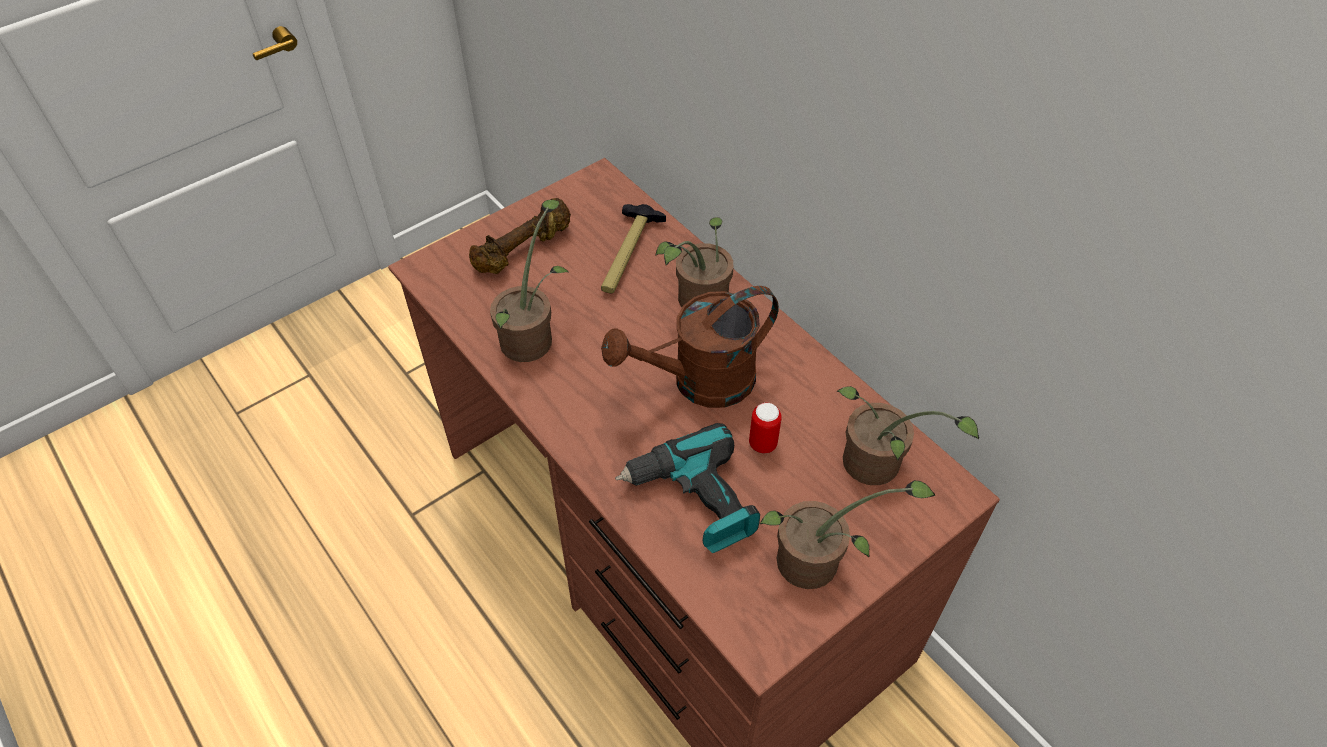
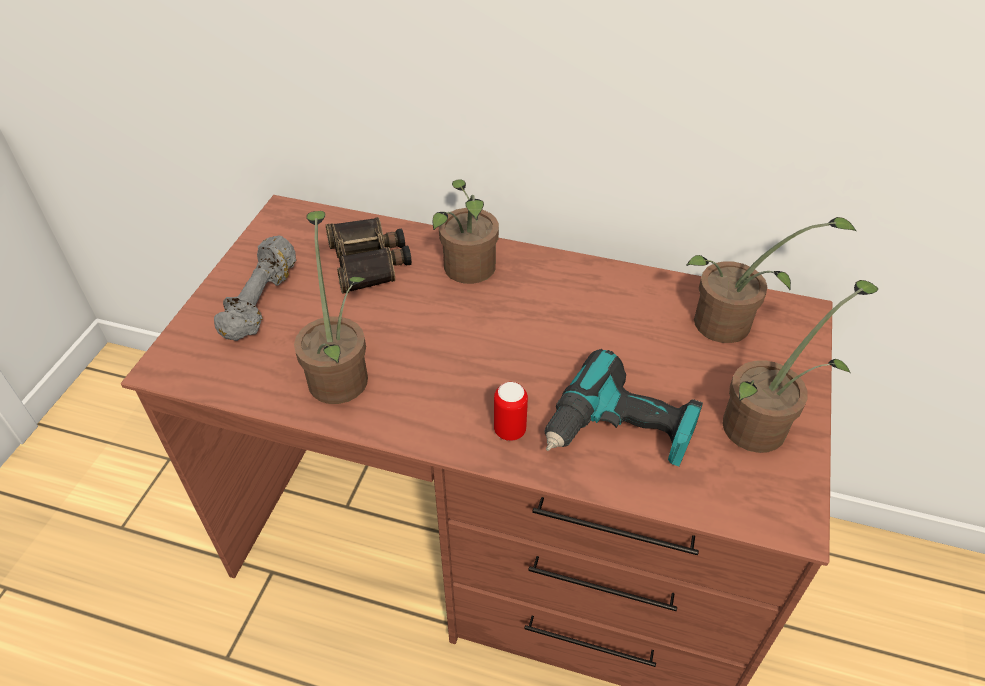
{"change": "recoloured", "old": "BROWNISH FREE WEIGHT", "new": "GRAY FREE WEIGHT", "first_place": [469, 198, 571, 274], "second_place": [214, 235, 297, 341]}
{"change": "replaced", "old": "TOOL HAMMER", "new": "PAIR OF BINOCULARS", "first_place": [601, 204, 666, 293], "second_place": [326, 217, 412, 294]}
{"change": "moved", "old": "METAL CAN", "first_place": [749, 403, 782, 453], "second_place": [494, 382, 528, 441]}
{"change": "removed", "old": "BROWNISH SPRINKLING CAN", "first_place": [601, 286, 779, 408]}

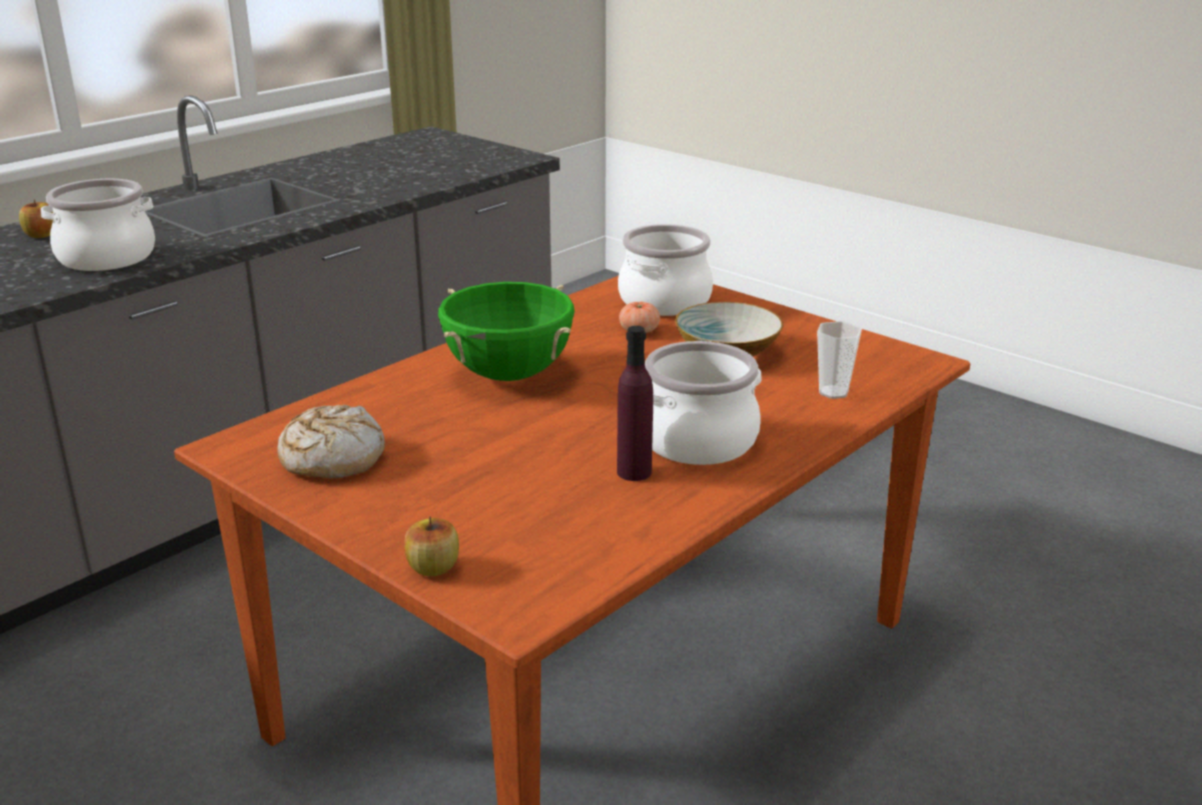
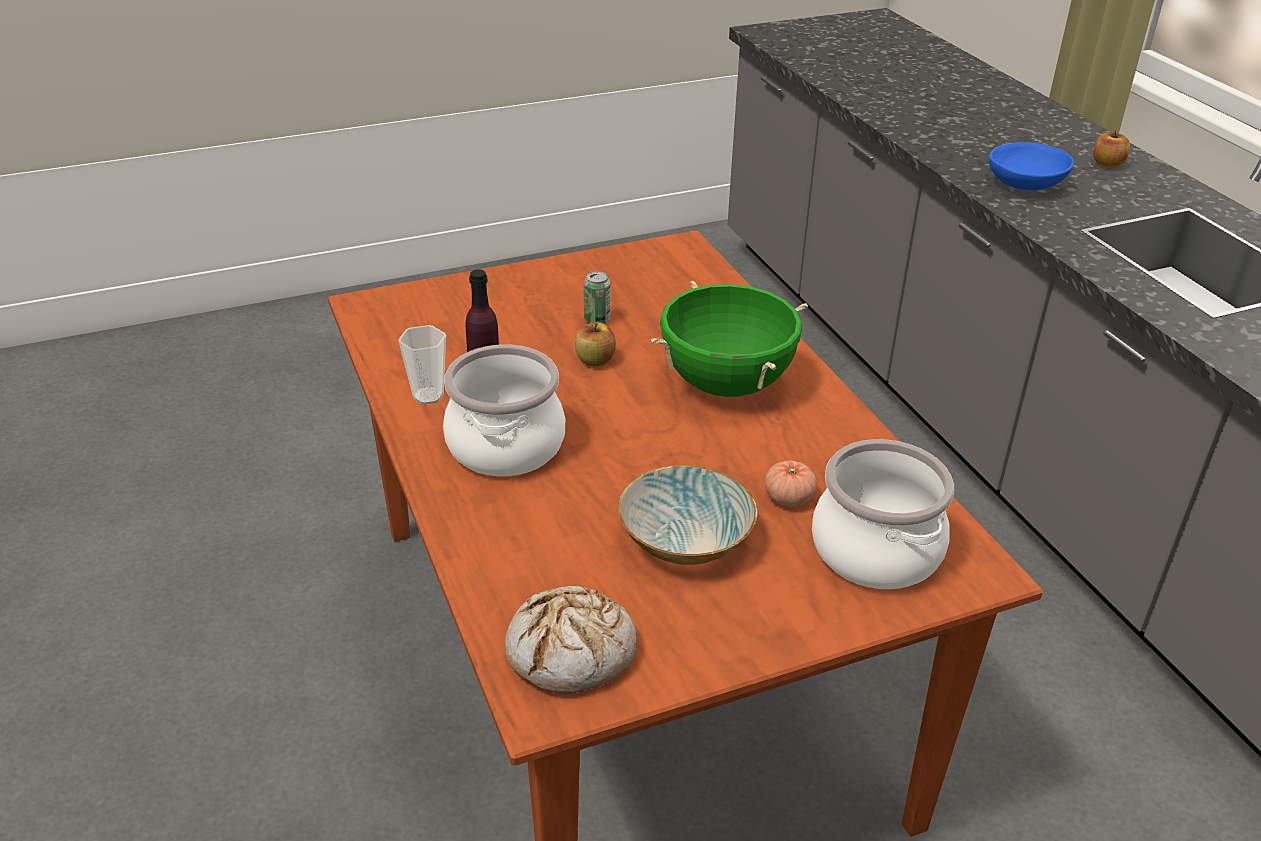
{"change": "moved", "old": "SMALL CUP", "first_place": [817, 321, 862, 399], "second_place": [398, 325, 446, 405]}
{"change": "moved", "old": "BREAD", "first_place": [277, 405, 385, 478], "second_place": [505, 586, 636, 693]}
{"change": "moved", "old": "WHOLE APPLE", "first_place": [404, 516, 459, 577], "second_place": [575, 322, 616, 366]}
{"change": "added", "new": "METAL CAN", "second_place": [584, 271, 611, 324]}
{"change": "replaced", "old": "SAUCEPOT", "new": "BLUE SERVING BOWL", "first_place": [41, 179, 155, 271], "second_place": [989, 142, 1074, 190]}

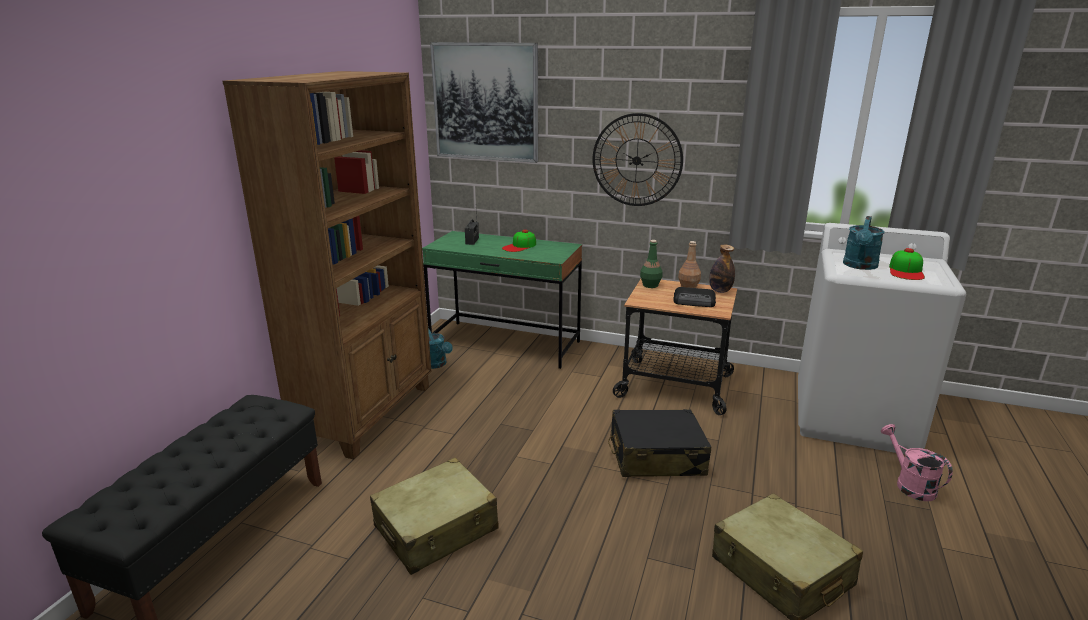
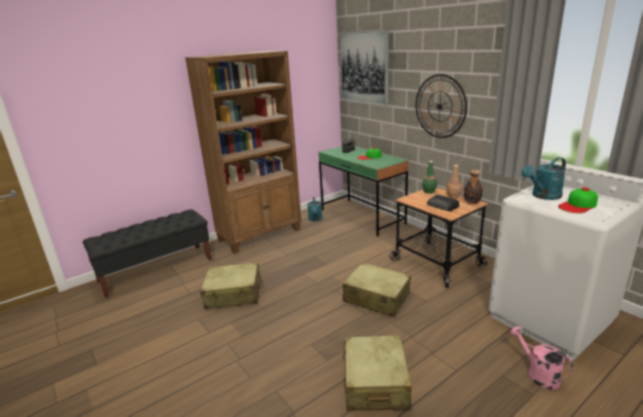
{"change": "recoloured", "old": "BLACKISH PIECE OF LUGGAGE", "new": "SAND-COLOURED PIECE OF LUGGAGE", "first_place": [608, 409, 711, 477], "second_place": [343, 262, 411, 317]}
{"change": "turned", "old": "PINK-COLOURED SPRINKLING CAN", "first_place": [881, 424, 953, 501], "second_place": [510, 326, 574, 390], "degrees": -45}

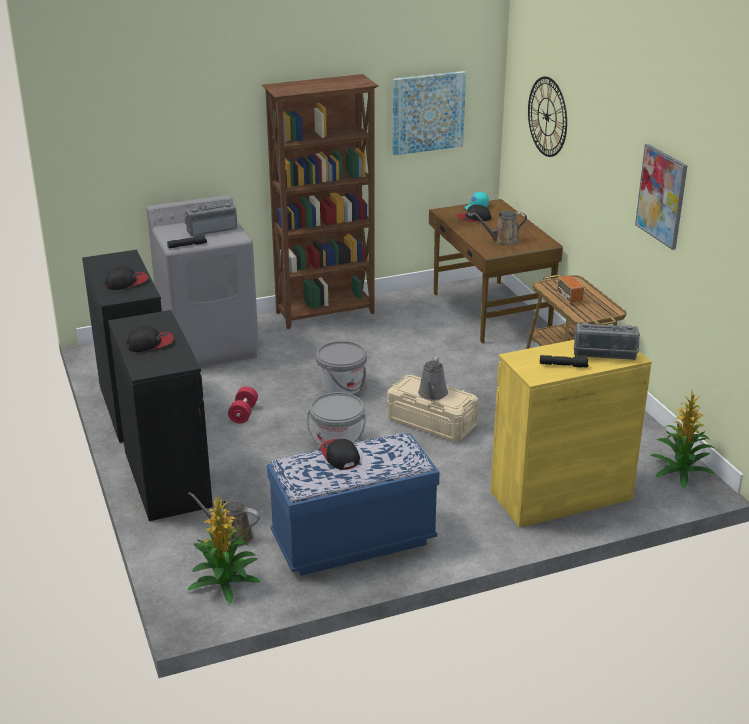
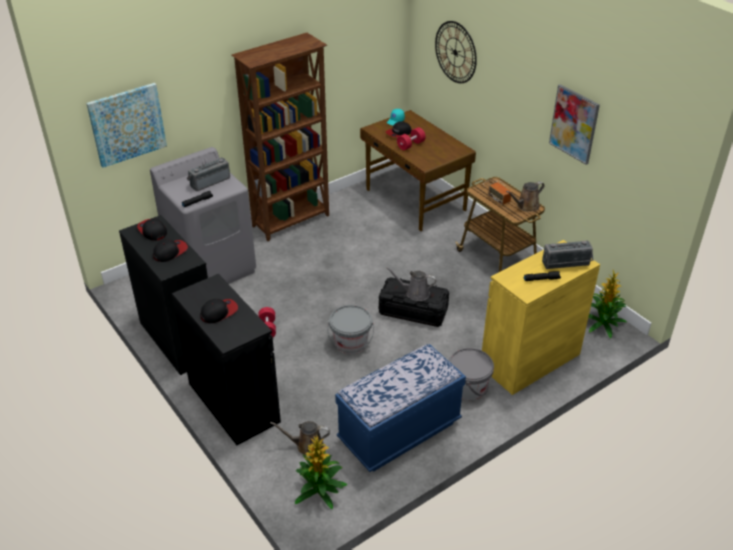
{"change": "moved", "old": "WALL ART", "first_place": [392, 71, 466, 155], "second_place": [86, 83, 167, 168]}
{"change": "moved", "old": "BASEBALL CAP", "first_place": [320, 439, 360, 470], "second_place": [137, 219, 167, 241]}
{"change": "recoloured", "old": "SAND-COLOURED STORAGE BIN", "new": "BLACKISH STORAGE BIN", "first_place": [387, 375, 479, 442], "second_place": [379, 277, 449, 327]}
{"change": "turned", "old": "GRAY SPRINKLING CAN", "first_place": [418, 357, 448, 400], "second_place": [386, 267, 437, 301], "degrees": 105}
{"change": "added", "new": "RED FREE WEIGHT", "second_place": [397, 127, 426, 150]}
{"change": "moved", "old": "GRAY WATER BUCKET", "first_place": [316, 341, 367, 395], "second_place": [449, 348, 494, 400]}
{"change": "moved", "old": "BROWNISH SPRINKLING CAN", "first_place": [472, 211, 527, 245], "second_place": [506, 181, 545, 212]}

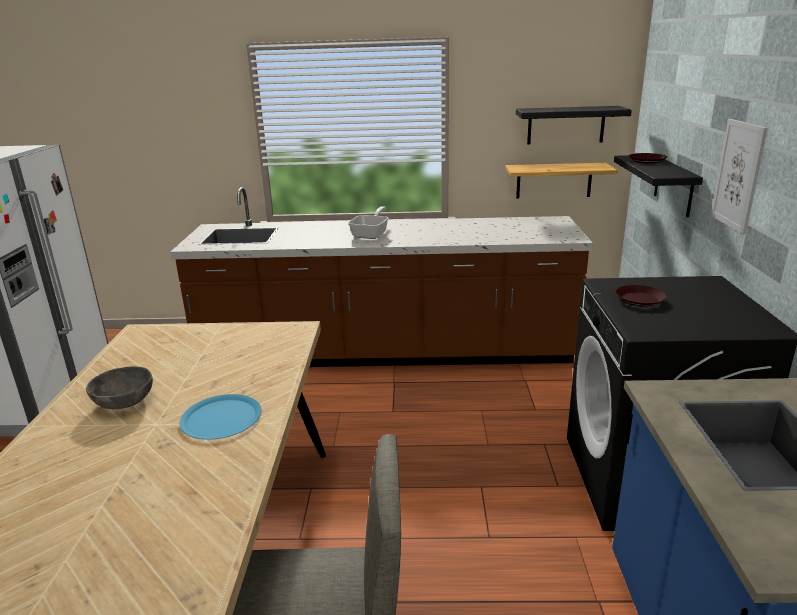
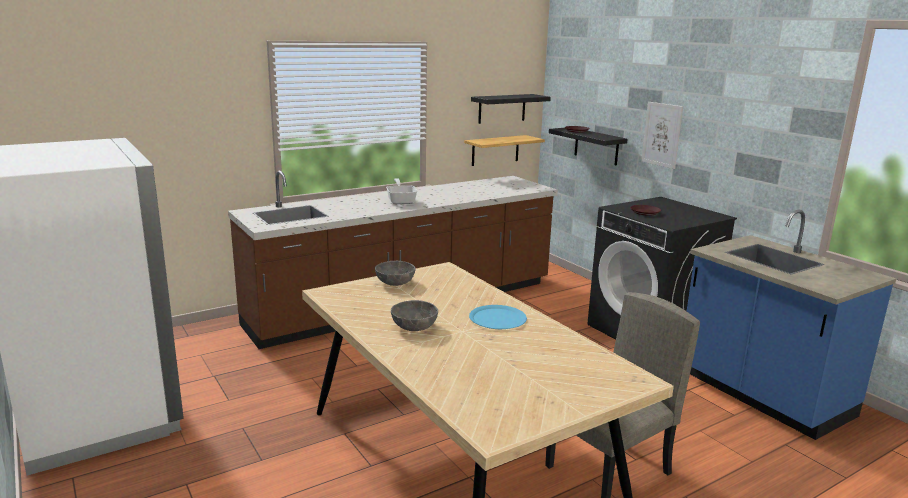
{"change": "added", "new": "GRAY SERVING BOWL", "second_place": [375, 261, 416, 286]}

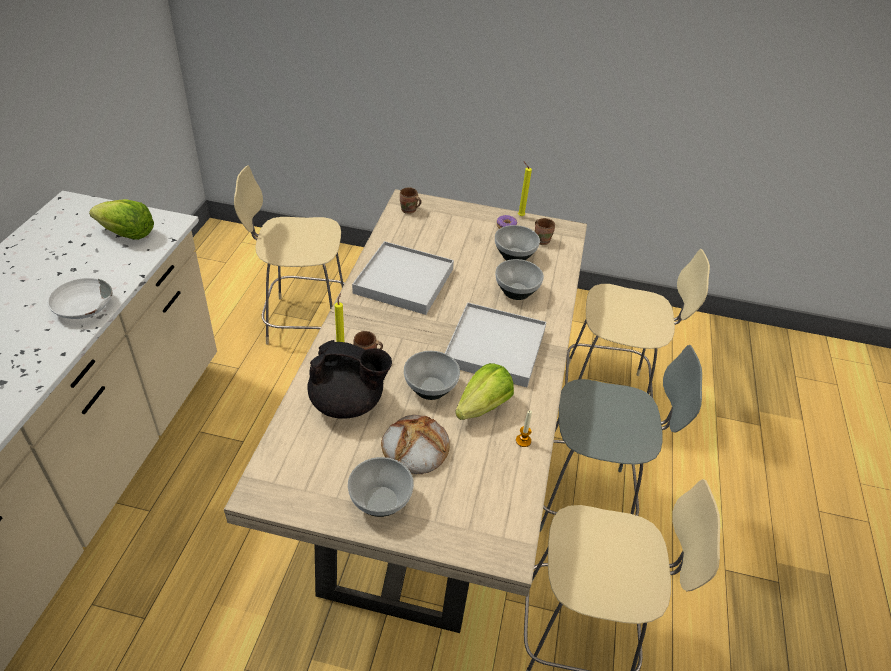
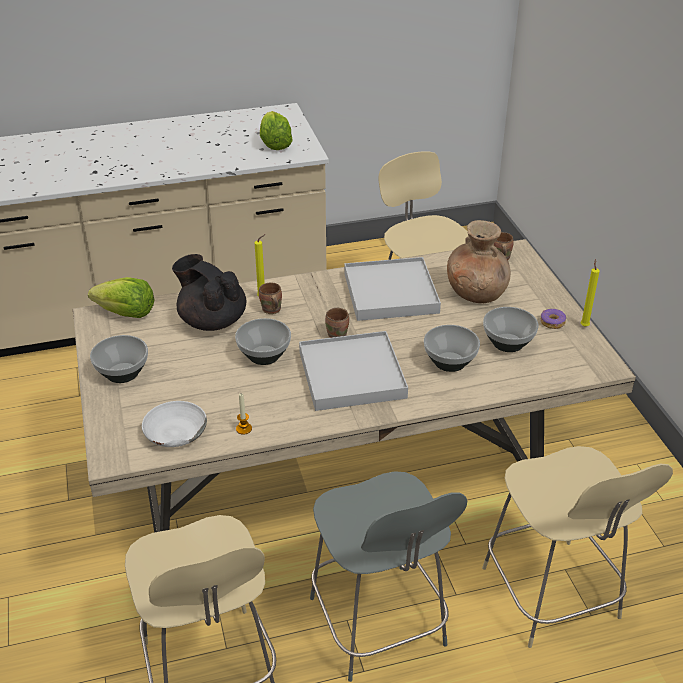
{"change": "moved", "old": "HEAD OF LETTUCE", "first_place": [455, 363, 514, 420], "second_place": [88, 277, 155, 318]}
{"change": "moved", "old": "WHITISH SERVING BOWL", "first_place": [48, 278, 112, 319], "second_place": [142, 401, 207, 447]}
{"change": "turned", "old": "BLACKISH POT FOR TEA", "first_place": [307, 340, 392, 419], "second_place": [172, 254, 246, 331], "degrees": 150}
{"change": "moved", "old": "BROWNISH COFFEE MUG", "first_place": [535, 218, 555, 245], "second_place": [325, 308, 349, 338]}
{"change": "added", "new": "BROWNISH VASE", "second_place": [447, 220, 511, 303]}
{"change": "removed", "old": "BREAD", "first_place": [381, 415, 450, 474]}

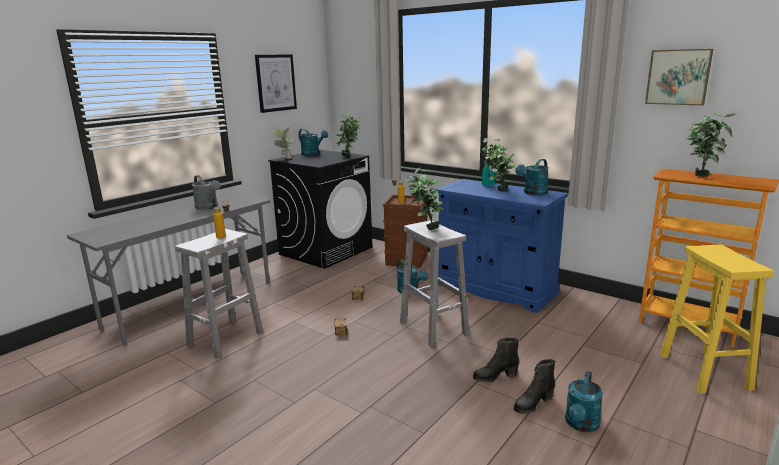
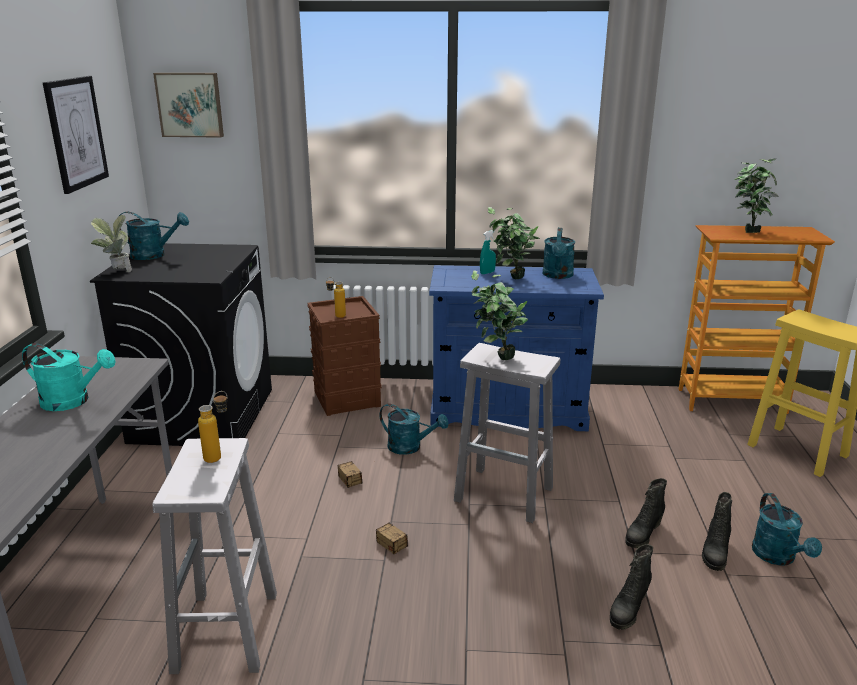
{"change": "recoloured", "old": "GRAY SPRINKLING CAN", "new": "BLUE-GREEN SPRINKLING CAN", "first_place": [192, 175, 221, 210], "second_place": [22, 343, 116, 411]}
{"change": "moved", "old": "WALL ART", "first_place": [645, 49, 713, 106], "second_place": [153, 73, 224, 138]}
{"change": "added", "new": "BLACKISH HIGH-TOP BOOT", "second_place": [610, 544, 653, 630]}
{"change": "removed", "old": "HOUSEPLANT", "first_place": [336, 114, 360, 156]}

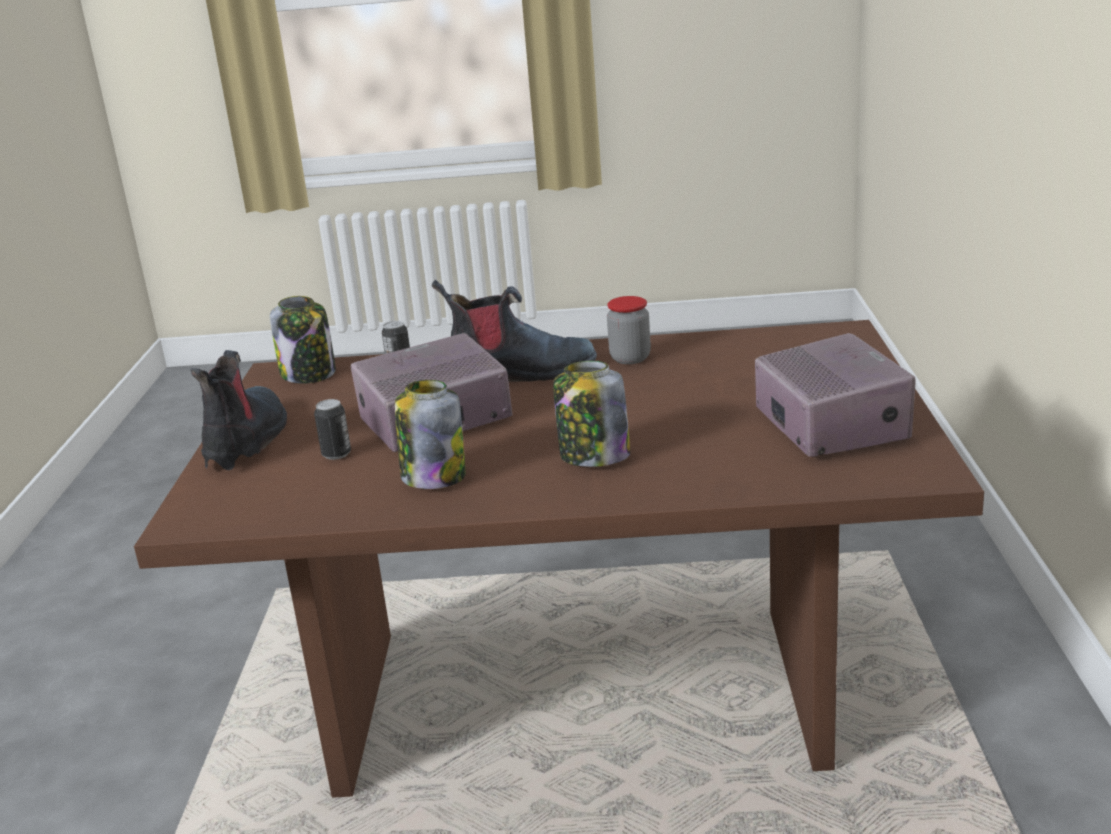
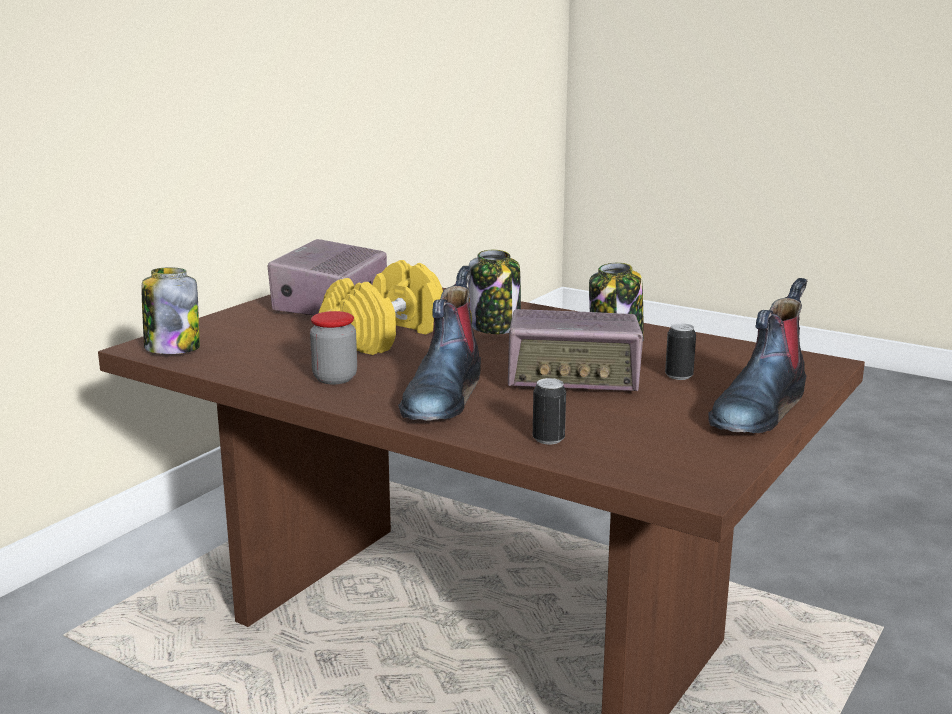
{"change": "moved", "old": "JAR", "first_place": [270, 296, 336, 384], "second_place": [142, 267, 200, 354]}
{"change": "added", "new": "YELLOW FREE WEIGHT", "second_place": [319, 260, 443, 355]}
{"change": "turned", "old": "HIGH-TOP BOOT", "first_place": [432, 280, 597, 381], "second_place": [398, 266, 481, 421], "degrees": -105}

